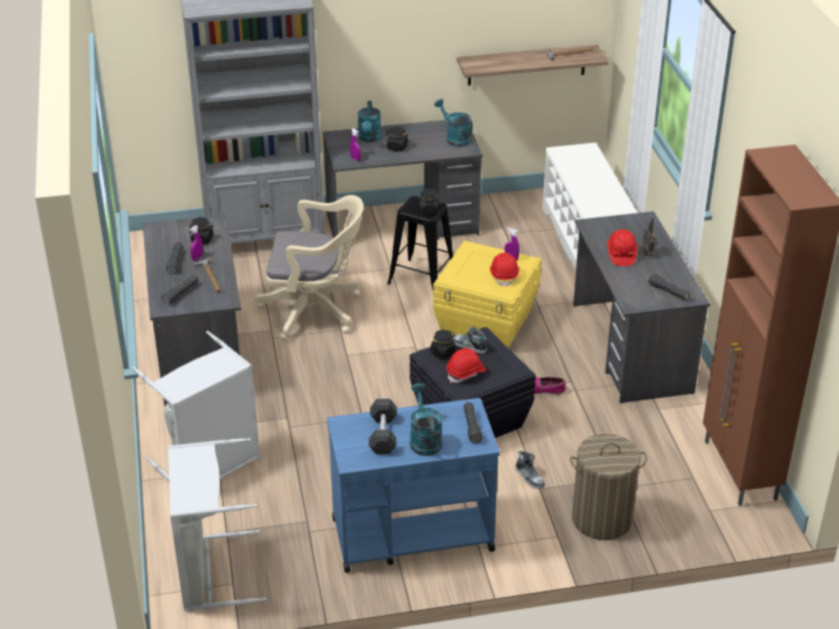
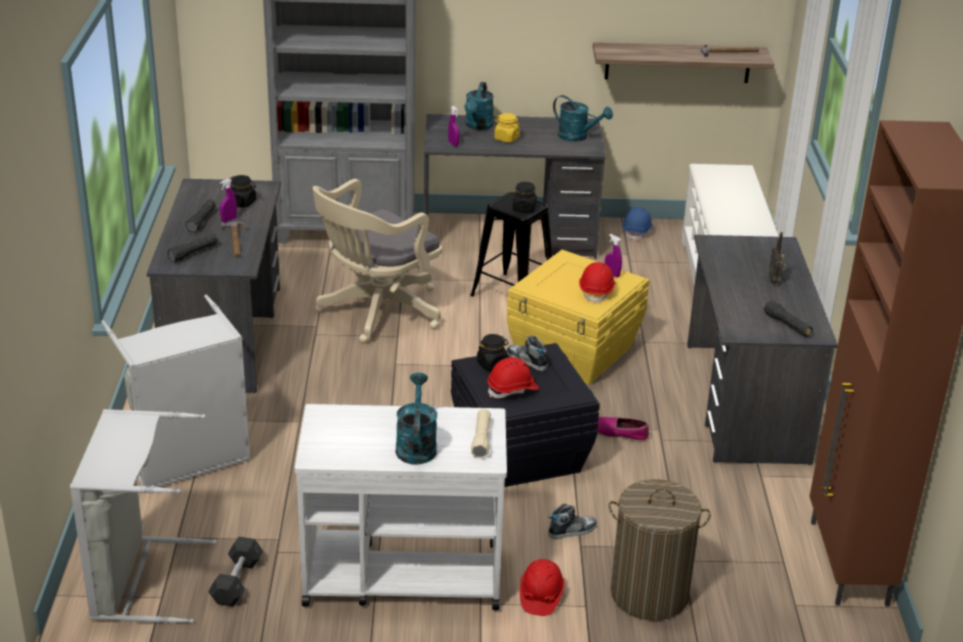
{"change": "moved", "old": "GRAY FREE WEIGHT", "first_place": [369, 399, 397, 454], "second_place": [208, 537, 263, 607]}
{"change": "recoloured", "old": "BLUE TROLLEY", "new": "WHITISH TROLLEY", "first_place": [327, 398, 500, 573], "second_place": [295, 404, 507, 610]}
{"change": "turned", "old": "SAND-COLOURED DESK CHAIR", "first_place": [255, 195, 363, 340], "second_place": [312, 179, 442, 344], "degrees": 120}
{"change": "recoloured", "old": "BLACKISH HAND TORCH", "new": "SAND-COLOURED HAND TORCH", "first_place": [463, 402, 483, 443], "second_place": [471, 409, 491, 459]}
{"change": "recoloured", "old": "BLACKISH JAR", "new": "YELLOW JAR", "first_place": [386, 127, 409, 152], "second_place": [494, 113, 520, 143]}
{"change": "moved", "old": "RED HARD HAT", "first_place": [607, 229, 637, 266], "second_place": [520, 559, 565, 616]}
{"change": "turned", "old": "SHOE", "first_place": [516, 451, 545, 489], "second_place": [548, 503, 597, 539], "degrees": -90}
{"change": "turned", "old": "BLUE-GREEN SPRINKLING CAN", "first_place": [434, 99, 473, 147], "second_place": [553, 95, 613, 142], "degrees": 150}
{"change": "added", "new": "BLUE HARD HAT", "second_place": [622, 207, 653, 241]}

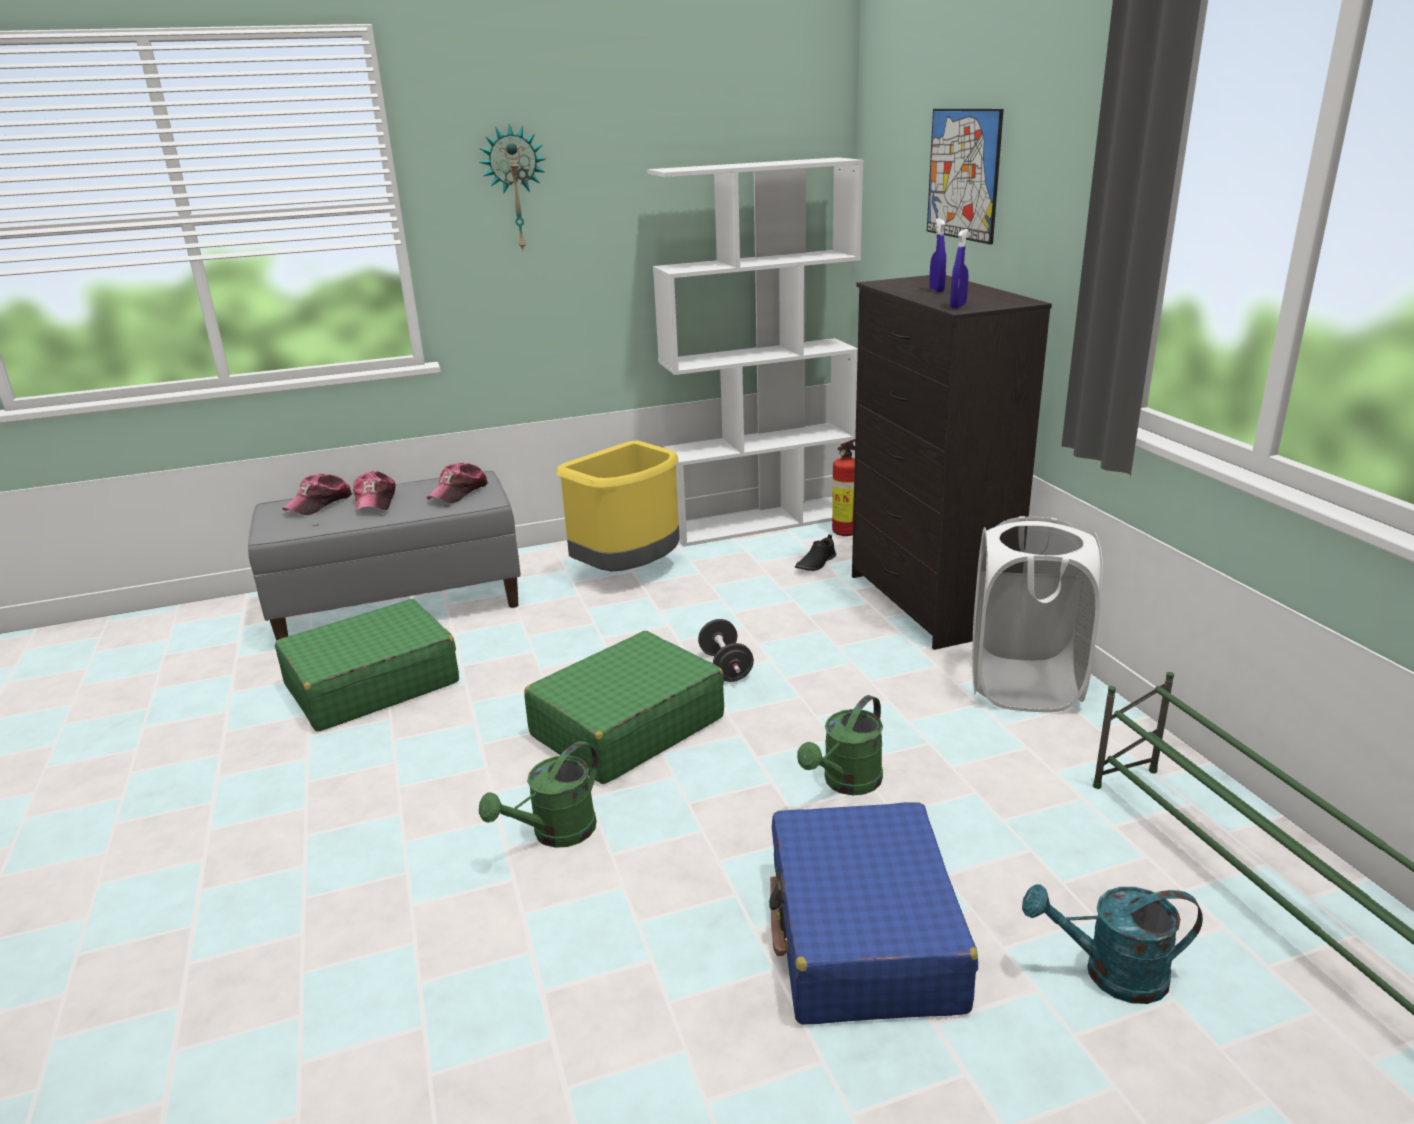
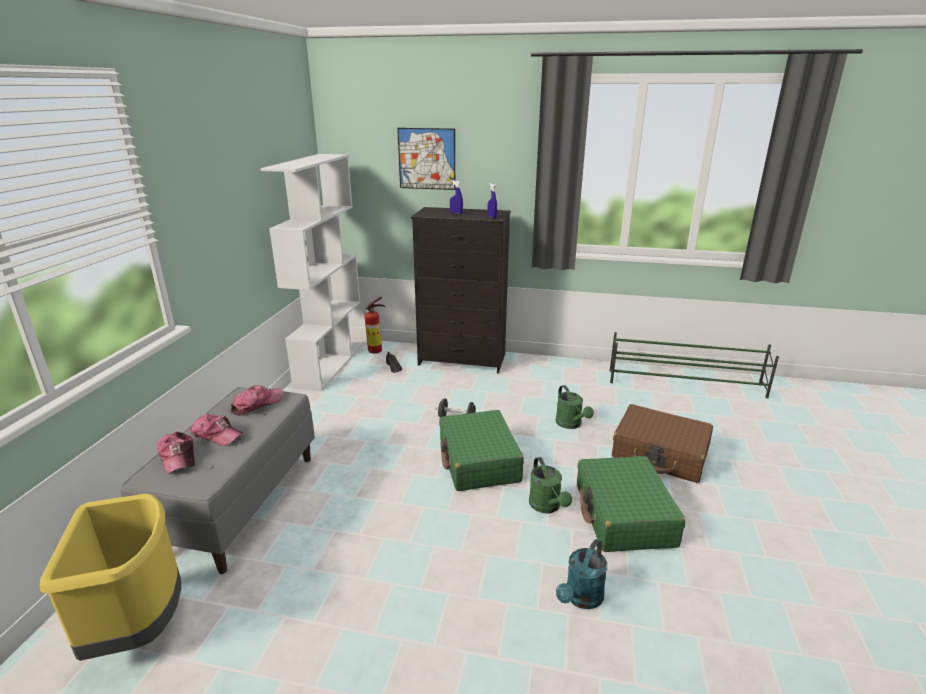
{"change": "moved", "old": "YELLOW WASTE BIN", "first_place": [556, 441, 680, 572], "second_place": [40, 494, 181, 661]}
{"change": "turned", "old": "BASEBALL CAP", "first_place": [427, 462, 488, 503], "second_place": [231, 385, 283, 415], "degrees": -105}
{"change": "moved", "old": "BLUE-GREEN SPRINKLING CAN", "first_place": [1022, 884, 1203, 1004], "second_place": [556, 539, 607, 609]}
{"change": "moved", "old": "GREEN PIECE OF LUGGAGE", "first_place": [275, 599, 459, 732], "second_place": [577, 456, 685, 552]}
{"change": "recoloured", "old": "BLUE PIECE OF LUGGAGE", "new": "BROWNISH PIECE OF LUGGAGE", "first_place": [769, 802, 978, 1025], "second_place": [612, 404, 713, 483]}
{"change": "removed", "old": "CLOCK ON THE WALL", "first_place": [479, 123, 546, 251]}
{"change": "removed", "old": "WHITISH LAUNDRY BASKET", "first_place": [972, 516, 1103, 712]}

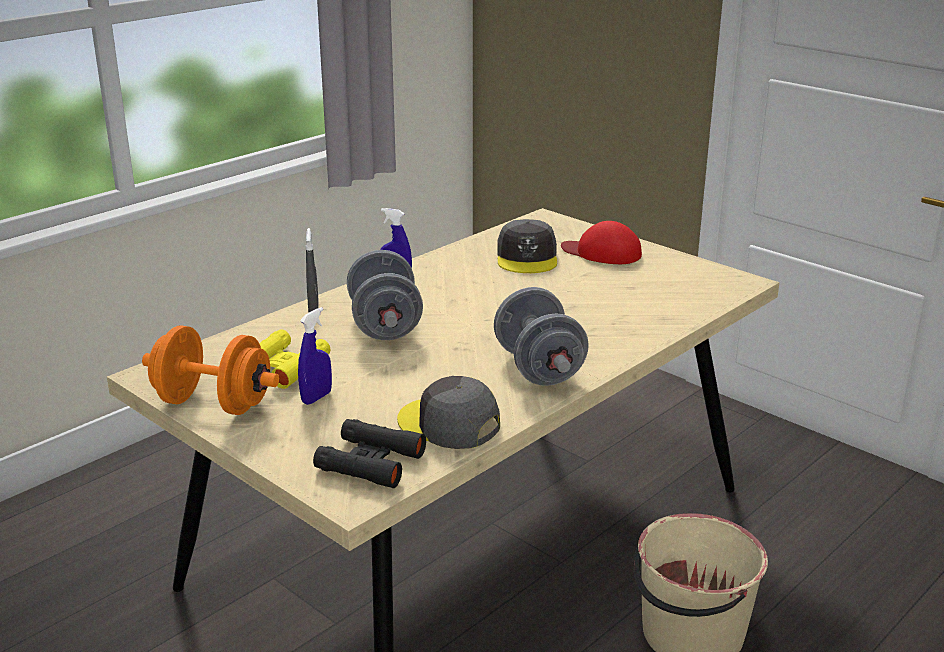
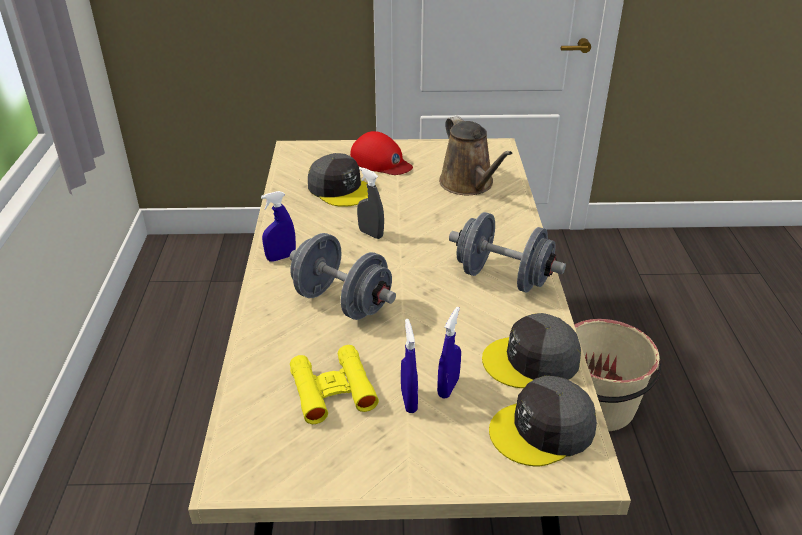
{"change": "turned", "old": "RED BASEBALL CAP", "first_place": [561, 221, 642, 264], "second_place": [350, 131, 413, 175], "degrees": -120}
{"change": "moved", "old": "GRAY SPRAY BOTTLE", "first_place": [306, 228, 319, 312], "second_place": [357, 167, 384, 239]}
{"change": "added", "new": "BLUE SPRAY BOTTLE", "second_place": [437, 307, 461, 399]}
{"change": "added", "new": "BROWNISH SPRINKLING CAN", "second_place": [439, 116, 513, 195]}
{"change": "replaced", "old": "BLACKISH PAIR OF BINOCULARS", "new": "GRAY BASEBALL CAP", "first_place": [313, 419, 426, 488], "second_place": [489, 376, 597, 466]}
{"change": "removed", "old": "ORANGE-COLOURED FREE WEIGHT", "first_place": [142, 325, 279, 415]}

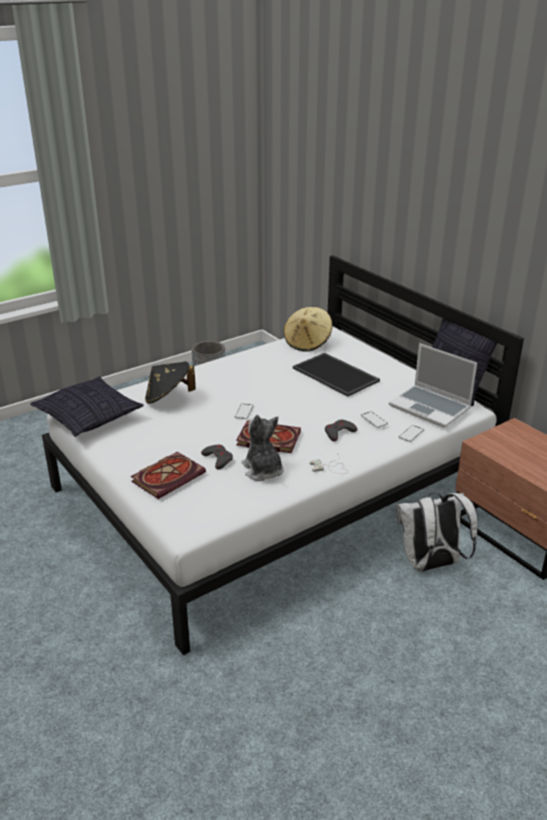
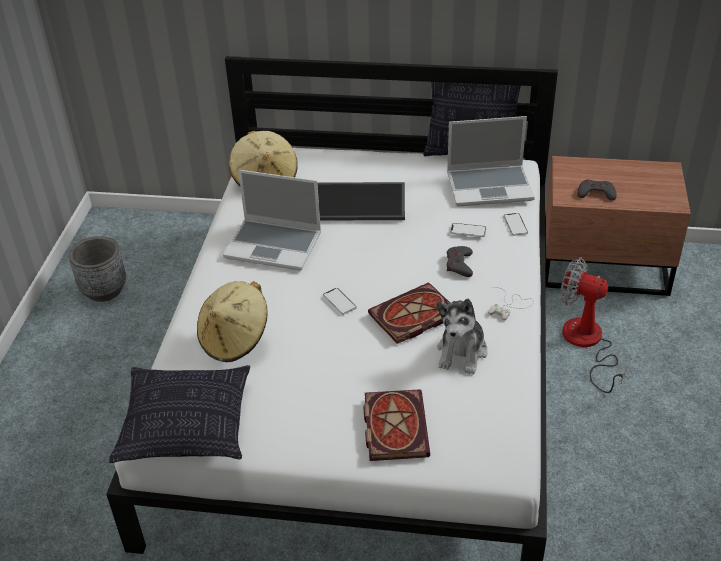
{"change": "recoloured", "old": "BLACKISH CLOTHING HAT", "new": "SAND-COLOURED CLOTHING HAT", "first_place": [145, 361, 196, 404], "second_place": [197, 281, 268, 362]}
{"change": "added", "new": "NOTEBOOK COMPUTER", "second_place": [223, 170, 321, 271]}
{"change": "turned", "old": "SOFT TOY", "first_place": [241, 415, 284, 481], "second_place": [436, 299, 488, 374], "degrees": -90}
{"change": "replaced", "old": "WHITISH RUCKSACK", "new": "ELECTRIC FAN", "first_place": [397, 493, 478, 572], "second_place": [560, 257, 627, 393]}
{"change": "moved", "old": "GRAY GAME CONTROLLER", "first_place": [201, 444, 233, 470], "second_place": [577, 179, 617, 201]}

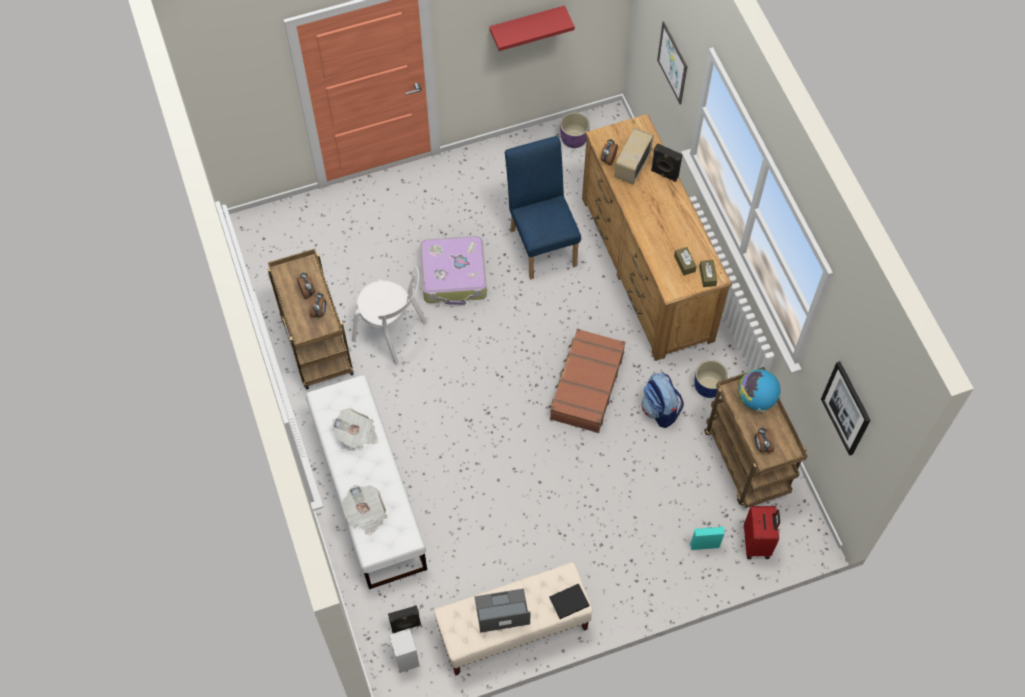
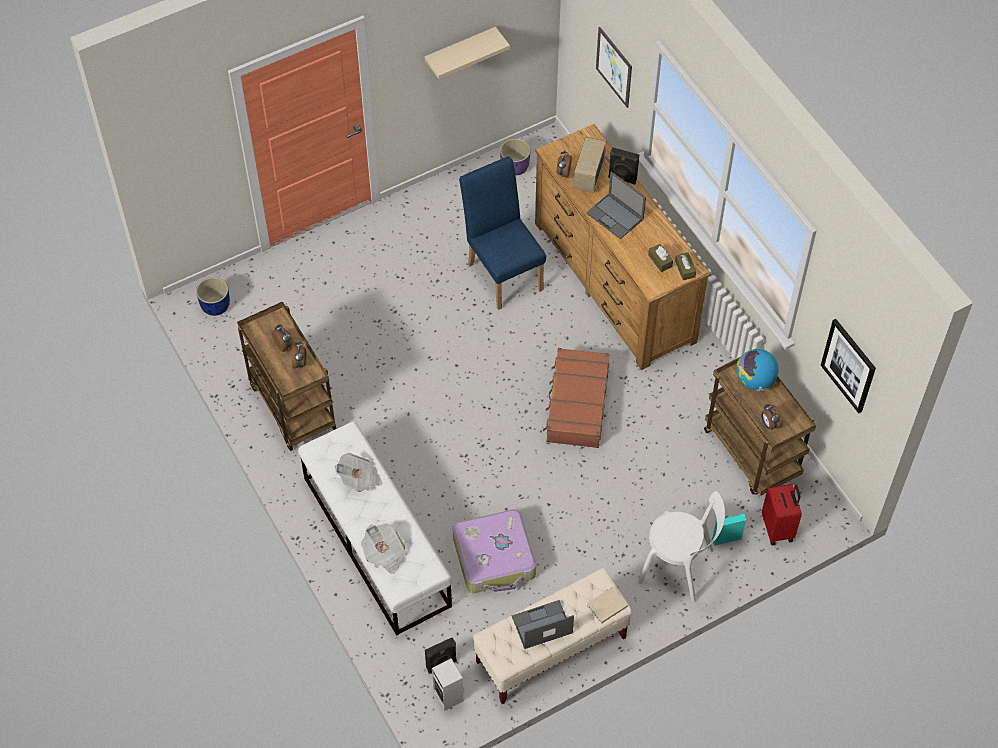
{"change": "moved", "old": "BLUE PLANTER", "first_place": [694, 360, 728, 398], "second_place": [196, 277, 230, 316]}
{"change": "recoloured", "old": "RED SHELF", "new": "SAND-COLOURED SHELF", "first_place": [489, 5, 575, 51], "second_place": [425, 27, 510, 79]}
{"change": "moved", "old": "PIECE OF LUGGAGE", "first_place": [420, 236, 487, 305], "second_place": [453, 509, 536, 593]}
{"change": "added", "new": "NOTEBOOK COMPUTER", "second_place": [586, 172, 646, 239]}
{"change": "recoloured", "old": "BLACKISH BOOK", "new": "SAND-COLOURED BOOK", "first_place": [549, 584, 589, 619], "second_place": [587, 586, 628, 624]}
{"change": "moved", "old": "WHITISH CHAIR", "first_place": [352, 266, 427, 365], "second_place": [638, 491, 725, 602]}
{"change": "removed", "old": "RUCKSACK", "first_place": [642, 373, 684, 428]}

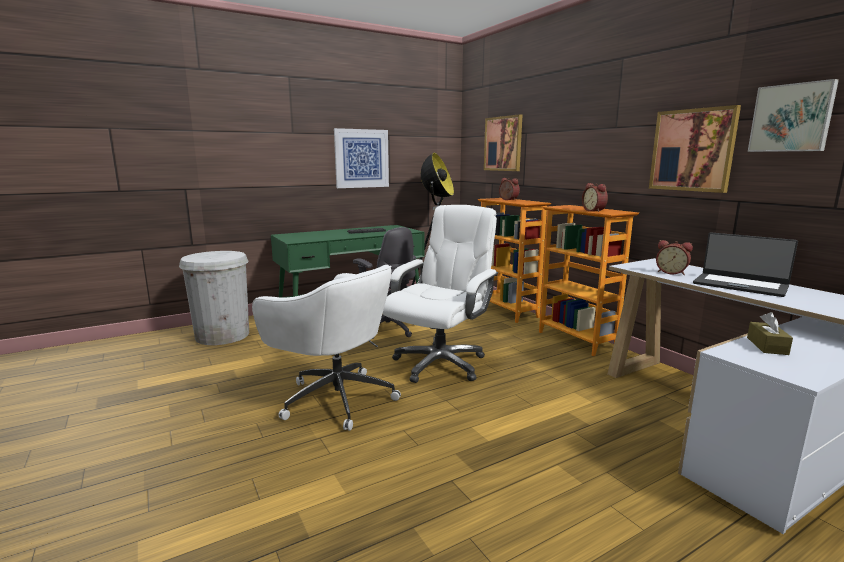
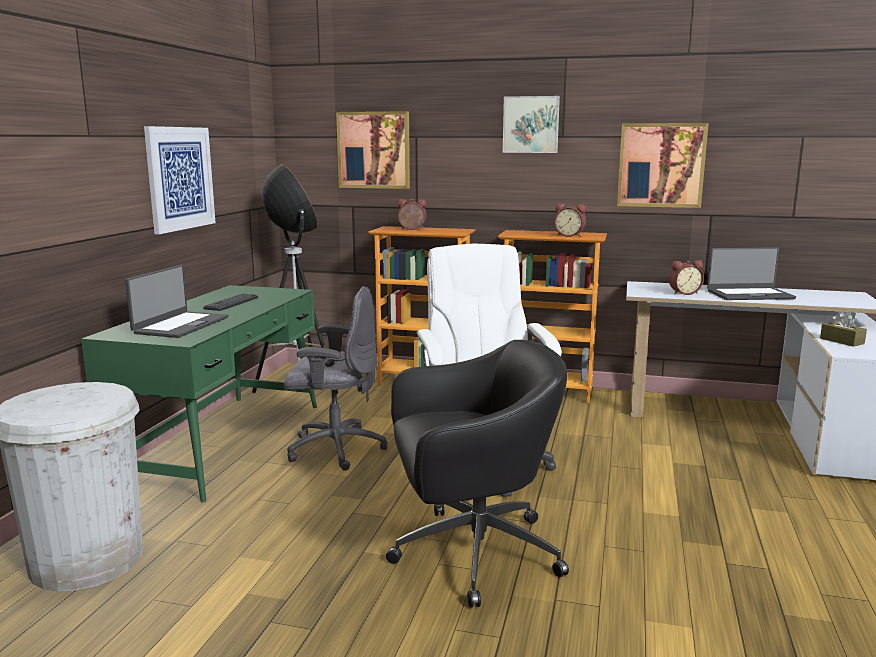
{"change": "added", "new": "NOTEBOOK COMPUTER", "second_place": [125, 265, 228, 338]}
{"change": "recoloured", "old": "WHITISH DESK CHAIR", "new": "BLACKISH DESK CHAIR", "first_place": [252, 265, 401, 431], "second_place": [386, 340, 569, 608]}
{"change": "moved", "old": "WALL ART", "first_place": [748, 79, 839, 152], "second_place": [503, 96, 560, 153]}

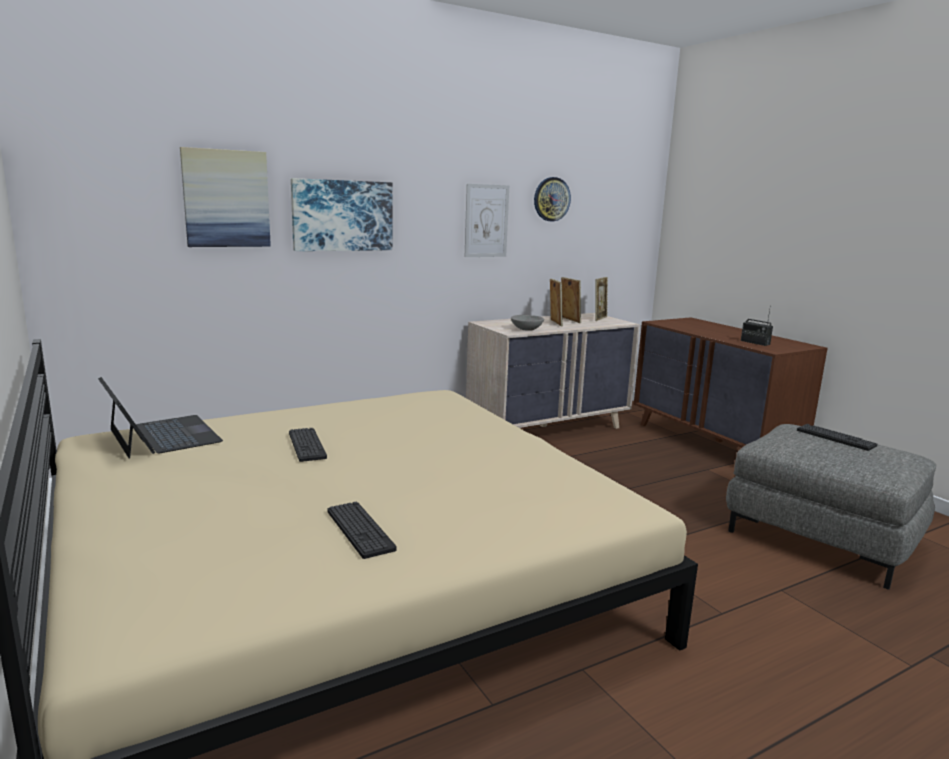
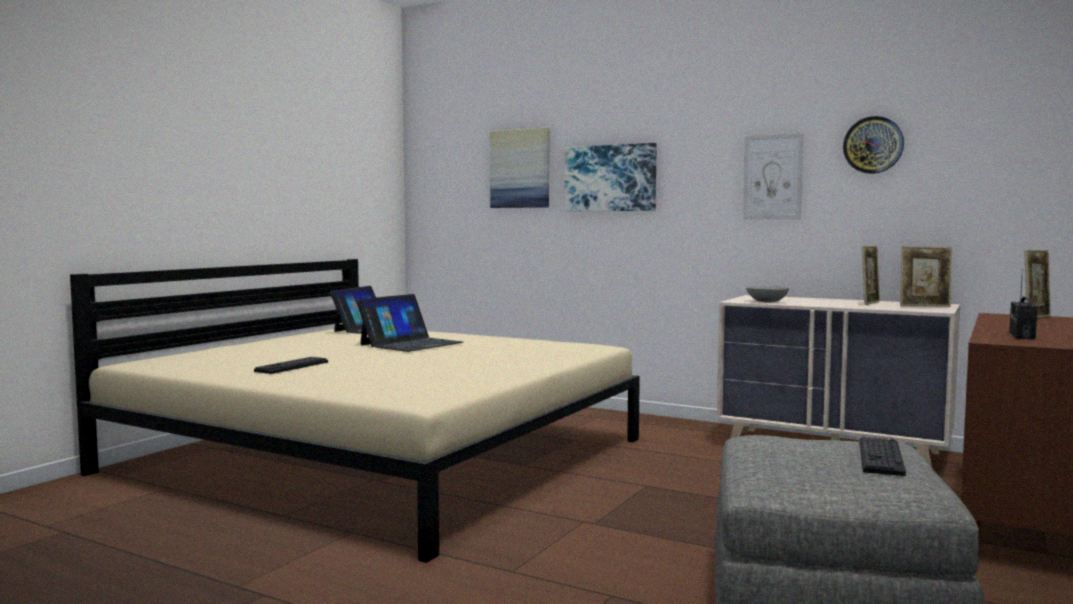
{"change": "replaced", "old": "COMPUTER KEYBOARD", "new": "NOTEBOOK COMPUTER", "first_place": [289, 428, 327, 462], "second_place": [356, 294, 463, 352]}
{"change": "moved", "old": "PICTURE FRAME", "first_place": [550, 279, 563, 326], "second_place": [1024, 250, 1051, 318]}

